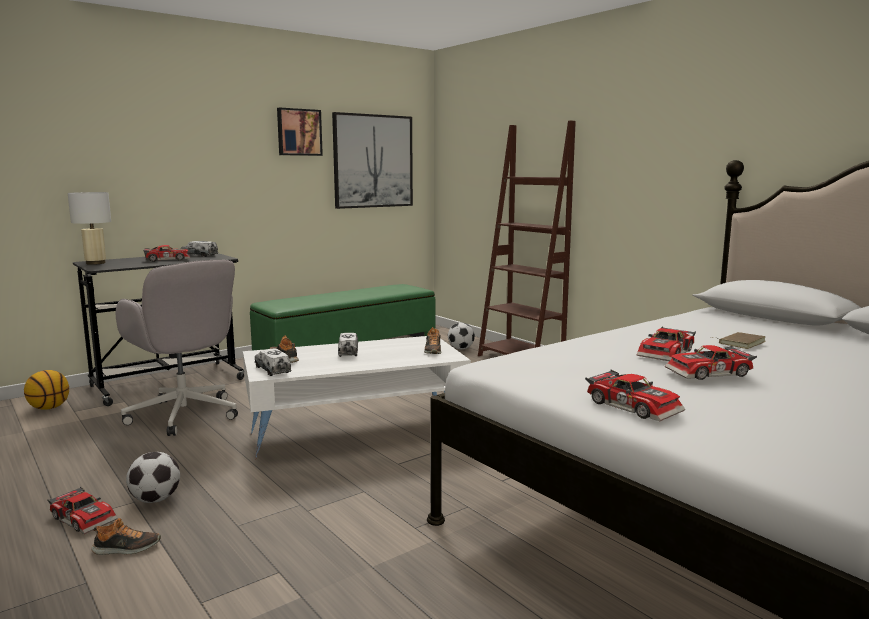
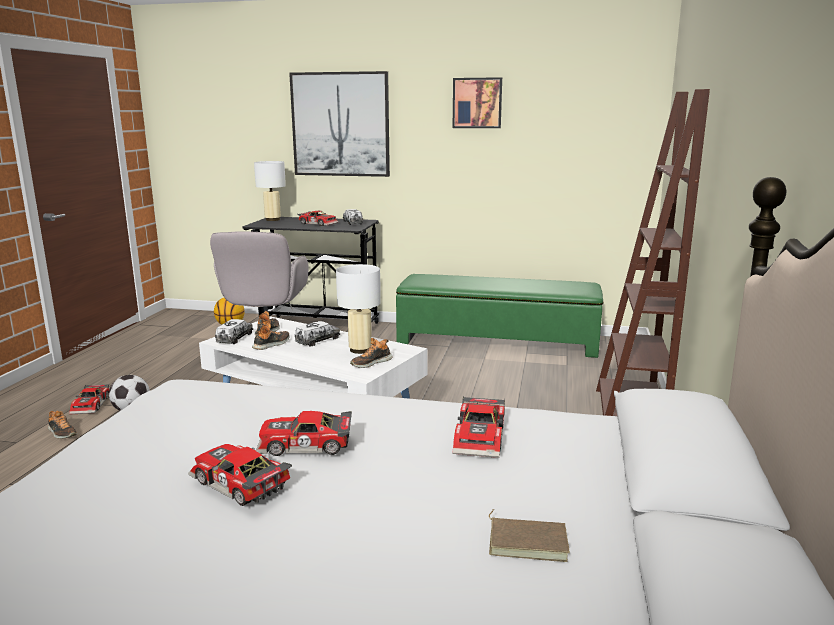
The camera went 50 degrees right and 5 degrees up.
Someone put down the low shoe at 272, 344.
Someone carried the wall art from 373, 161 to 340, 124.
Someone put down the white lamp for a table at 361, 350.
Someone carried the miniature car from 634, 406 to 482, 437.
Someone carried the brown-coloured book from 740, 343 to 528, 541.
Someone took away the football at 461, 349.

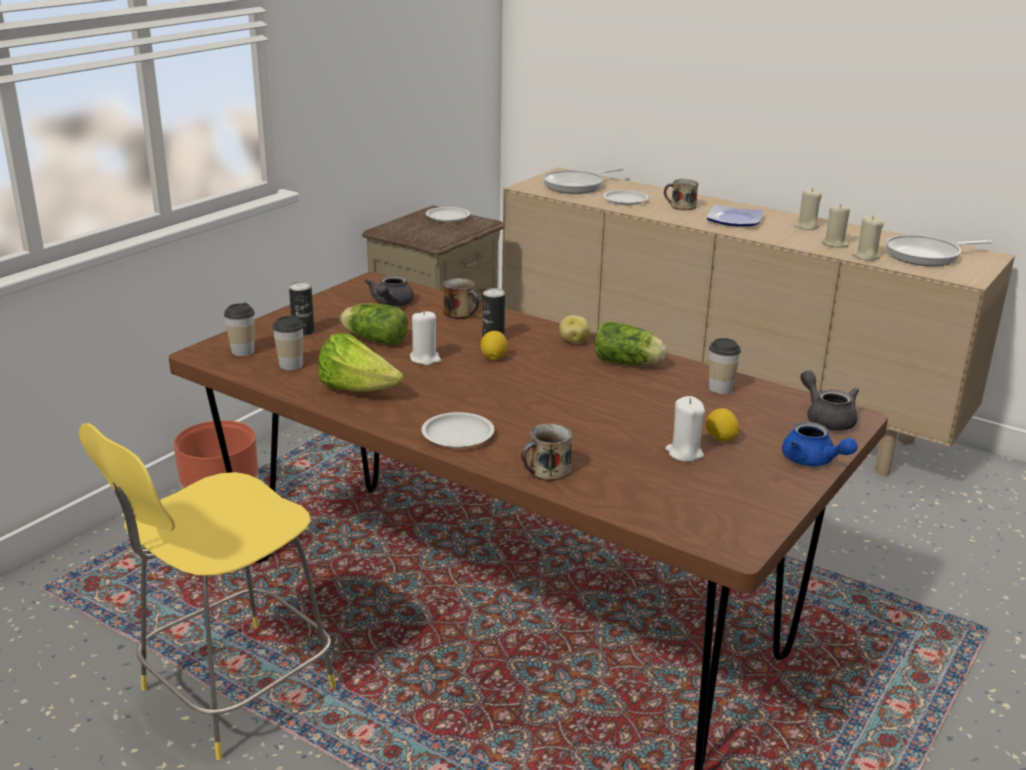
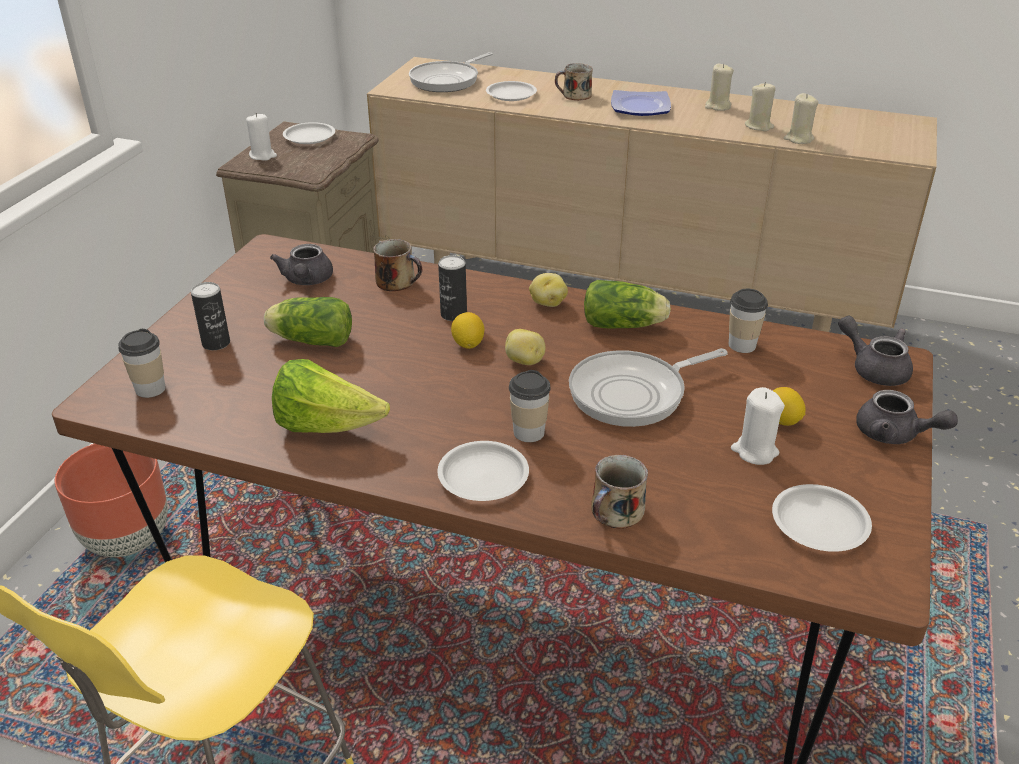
The camera went 15 degrees left and 10 degrees up.
Someone carried the white candle from 425, 359 to 263, 156.
Someone put down the potato at 525, 361.
Someone carried the small cup from 291, 365 to 528, 432.
Someone carried the skillet from 926, 255 to 633, 393.
Someone put down the white flat dish at 818, 523.
Someone repainted the bluish teapot at 813, 461, which became the greyish teapot at 894, 435.

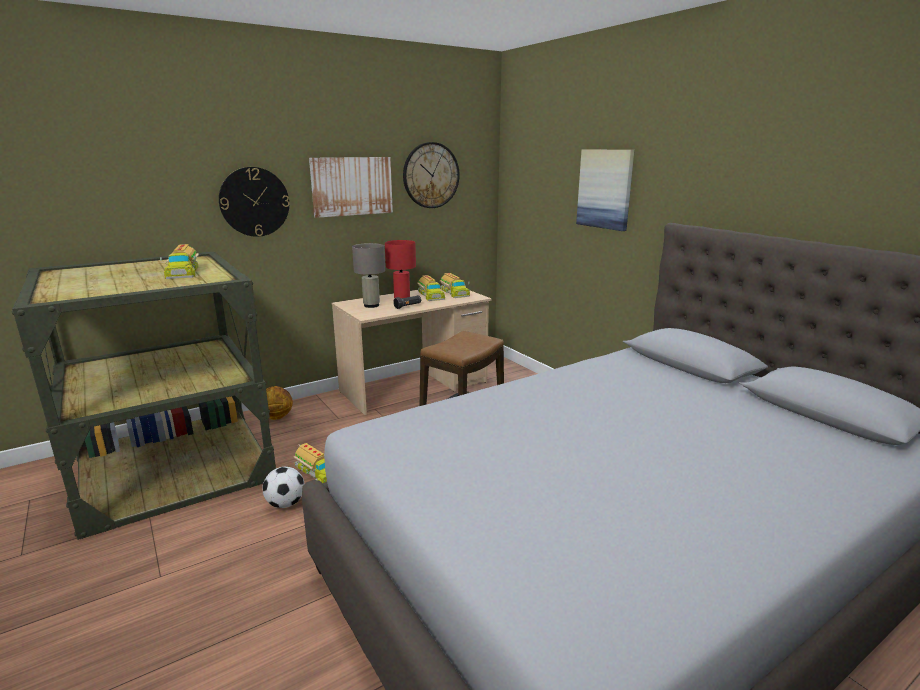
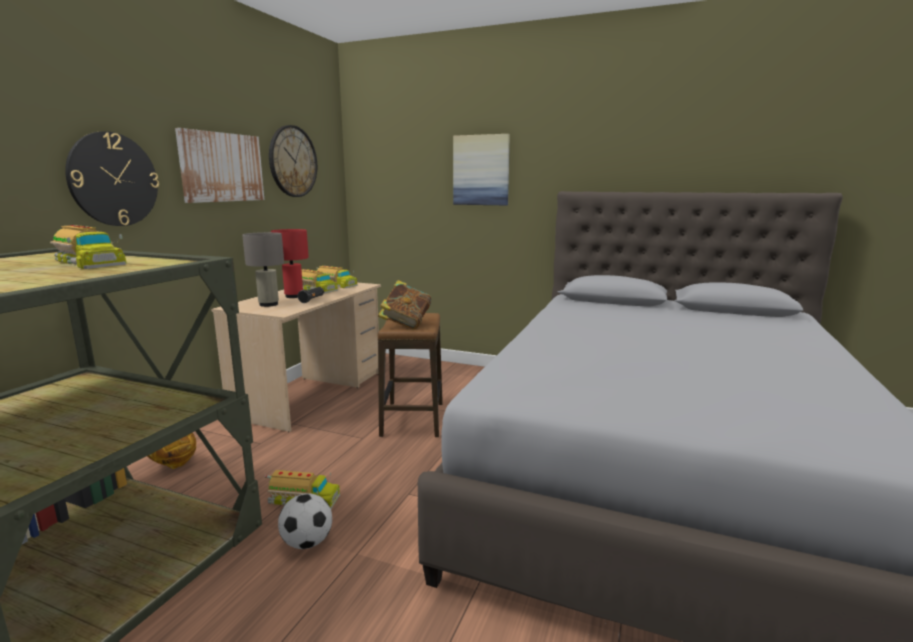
The camera went 35 degrees left and 5 degrees down.
Someone put down the book at 406, 324.

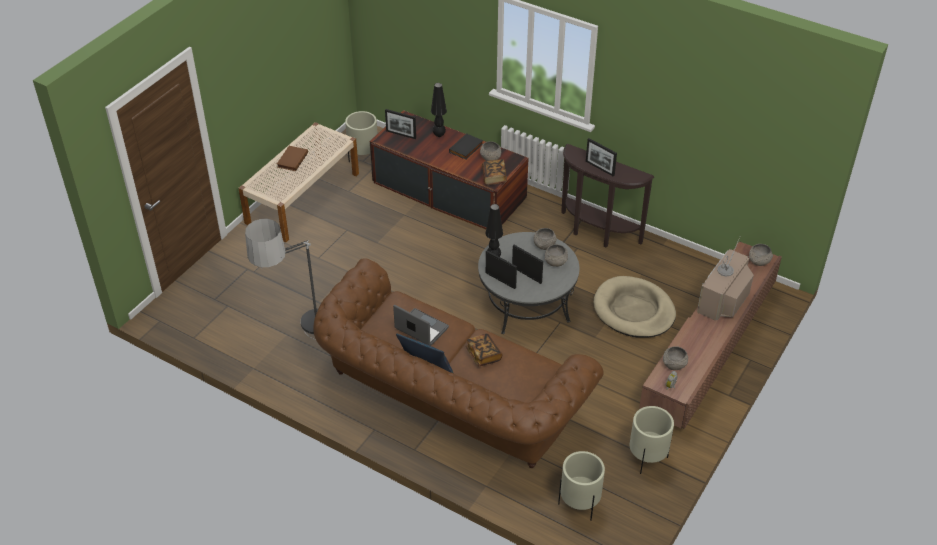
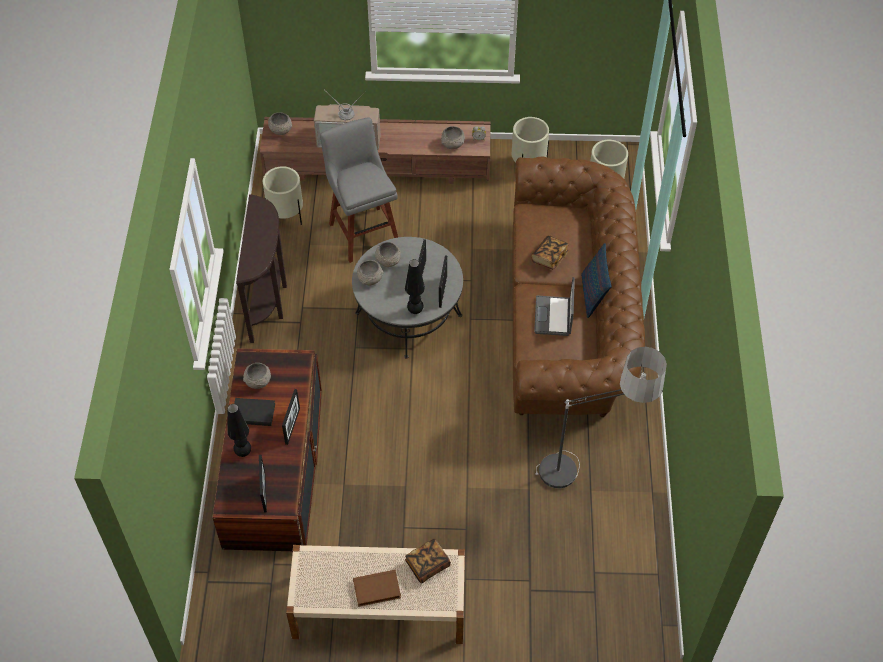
The camera went 120 degrees left and 10 degrees up.
Someone carried the beige-coloured planter from 363, 157 to 286, 216.
Someone carried the standing frame from 600, 168 to 292, 426.
Someone swapped the beige-coloured pet bed at 634, 310 for the greyish sitting stool at 364, 232.
Someone carried the book from 494, 177 to 427, 565.

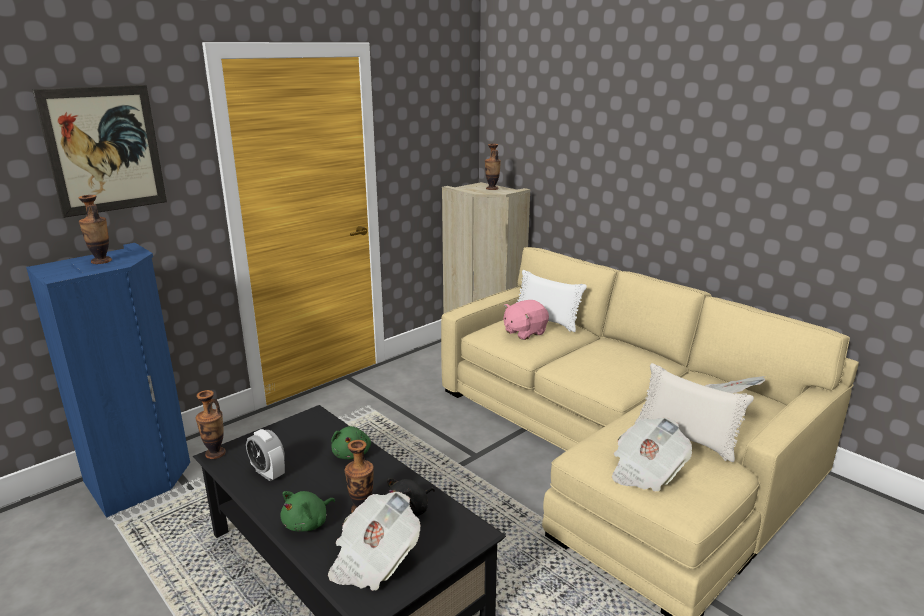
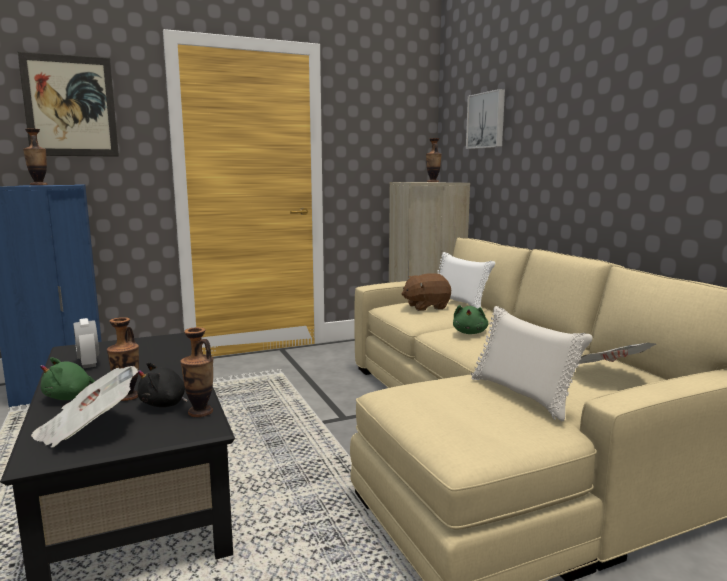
The camera went 20 degrees right and 10 degrees down.
Someone carried the flower vase from 215, 453 to 200, 412.
Someone repainted the pink soft toy at 524, 332, which became the brown-coloured soft toy at 426, 307.
Someone carried the greenish soft toy from 352, 453 to 470, 333.
Someone put up the wall art at 487, 120.
Someone took away the printed paper at 645, 471.

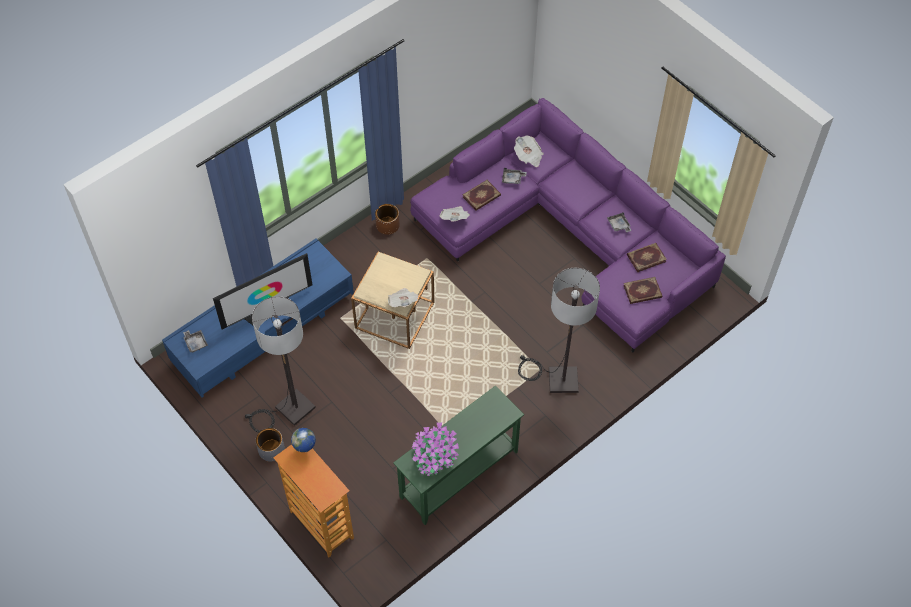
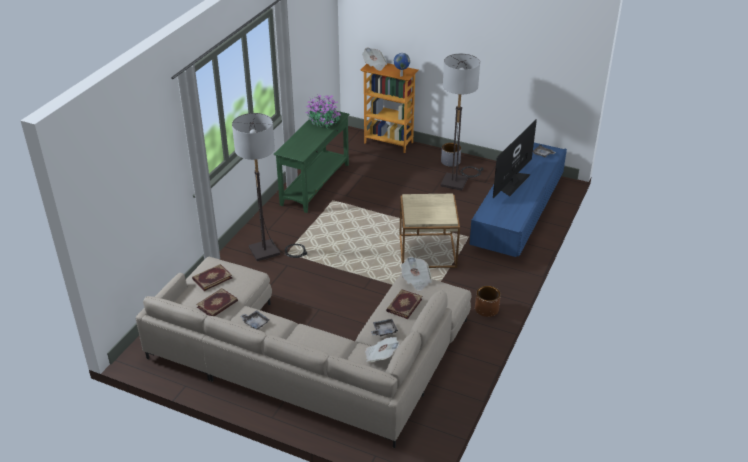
The camera went 155 degrees right and 20 degrees down.
Someone repainted the purple-coloured sofa at 569, 234, which became the beige-coloured sofa at 311, 358.
Someone carried the printed paper from 403, 302 to 374, 65.

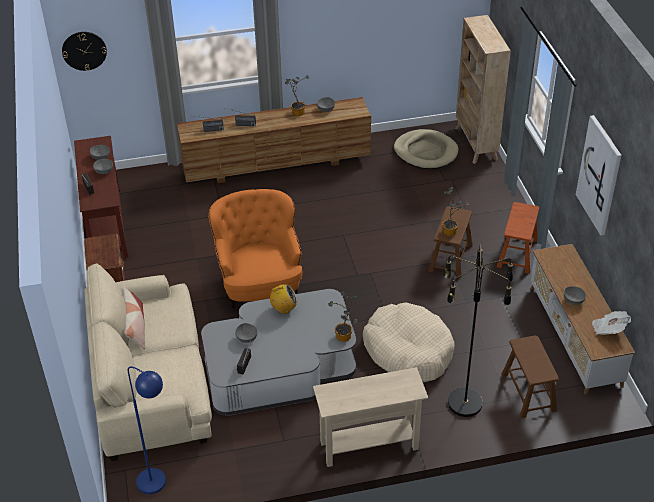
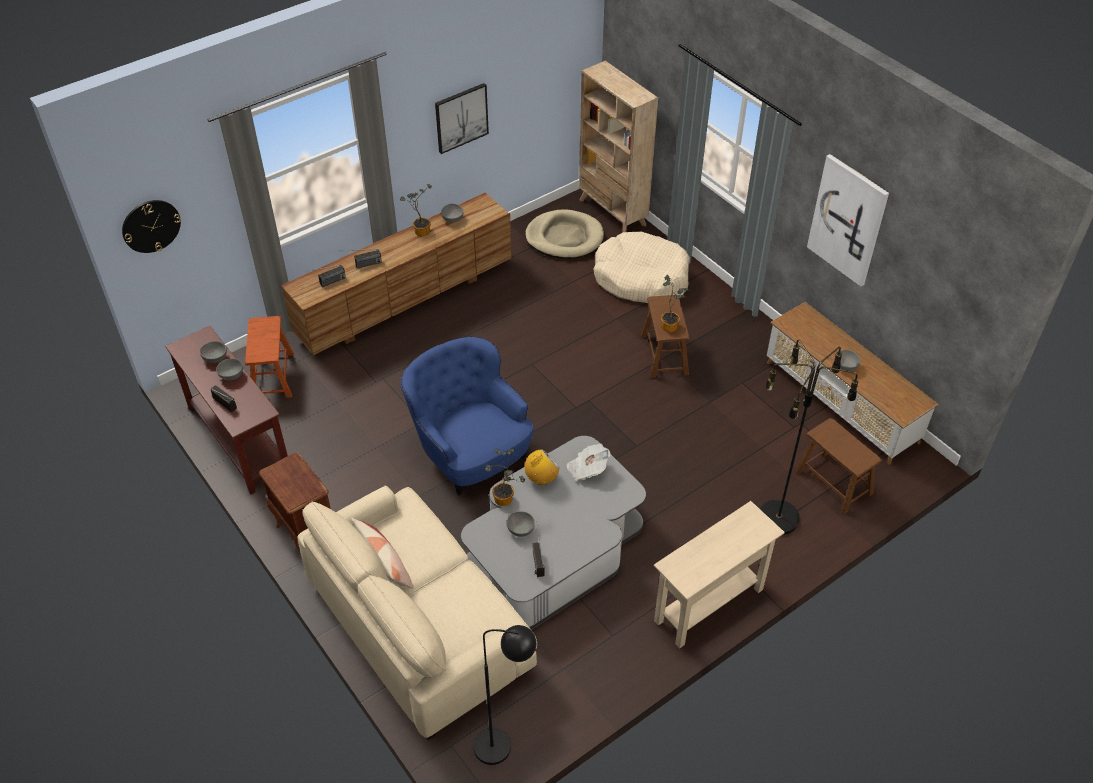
The camera went 25 degrees left and 5 degrees up.
Someone carried the brown-coloured sitting stool from 517, 253 to 273, 376.
Someone repainted the orange lounge chair at 259, 282, which became the bluish lounge chair at 470, 452.
Someone put up the wall art at 461, 117.
Someone repainted the bluish standard lamp at 158, 486, which became the blackish standard lamp at 504, 749.
Someone carried the plant in a pot from 344, 338 to 505, 500.
Someone carried the printed paper from 608, 329 to 587, 469.
Someone carried the beige-coloured pet bed from 408, 350 to 641, 278.

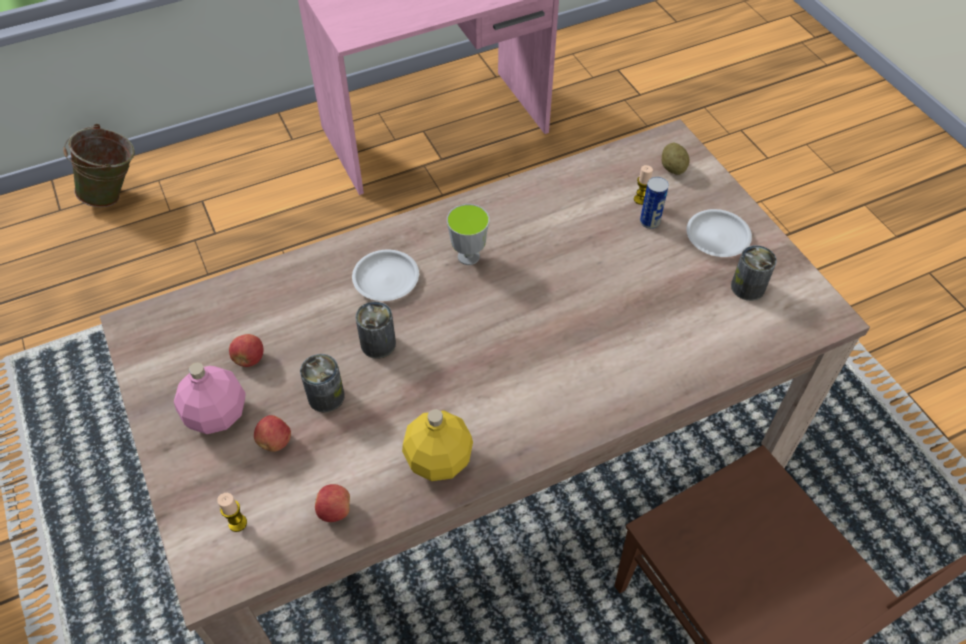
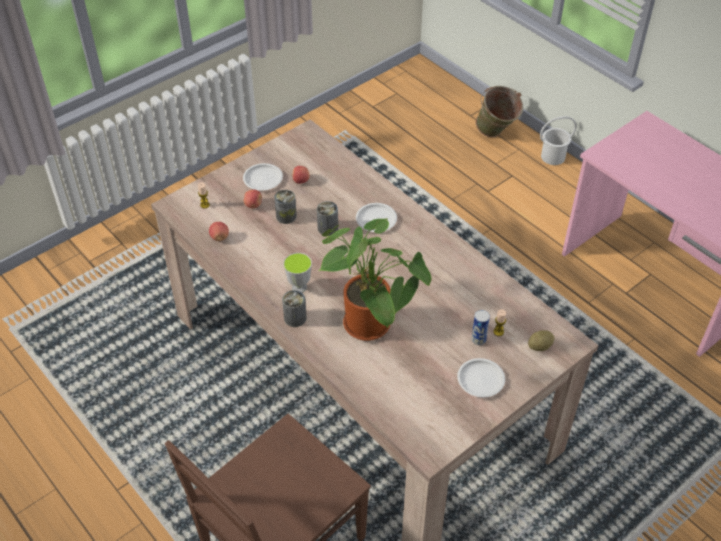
The camera went 75 degrees right and 5 degrees down.
Someone swapped the pink bottle at 218, 415 for the white flat dish at 263, 179.
Someone carried the can from 747, 287 to 295, 318.
Someone carried the small cup from 468, 256 to 299, 287.
Someone put down the plant in a pot at 372, 327.
Someone put down the white pail at 553, 157.
Someone took away the yellow-coloured bottle at 438, 458.

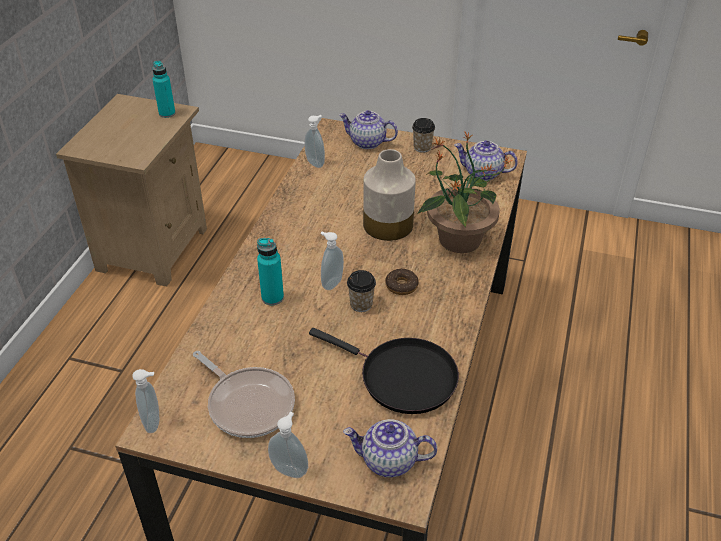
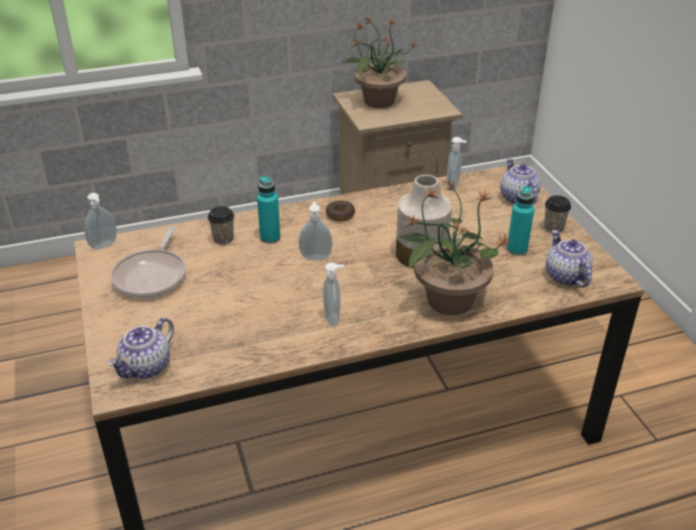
The camera went 55 degrees right and 5 degrees down.
Someone rotated the teapot at 388, 461 by 120 degrees counterclockwise.
Someone carried the small cup from 361, 304 to 223, 239.
Someone carried the liquid soap bottle from 290, 469 to 333, 318.
Someone carried the doughnut from 401, 286 to 340, 215.
Someone put down the plant in a pot at 378, 101.
Someone carried the turquoise bottle from 167, 113 to 517, 249.
Someone took away the blackish skillet at 402, 377.

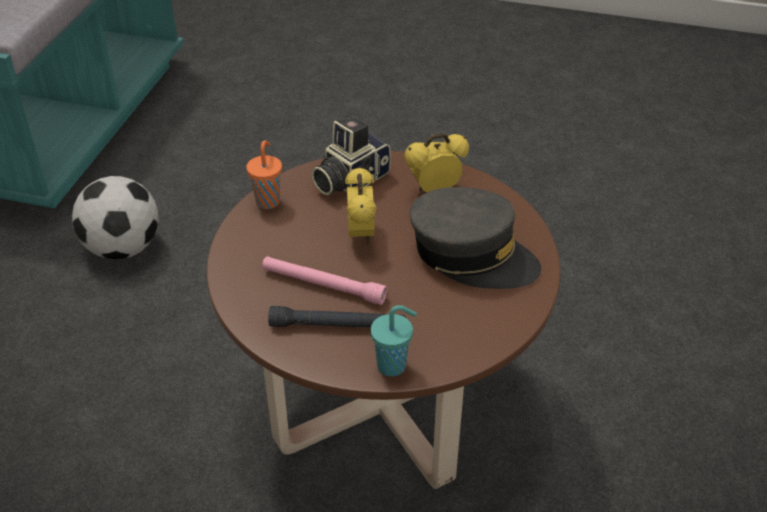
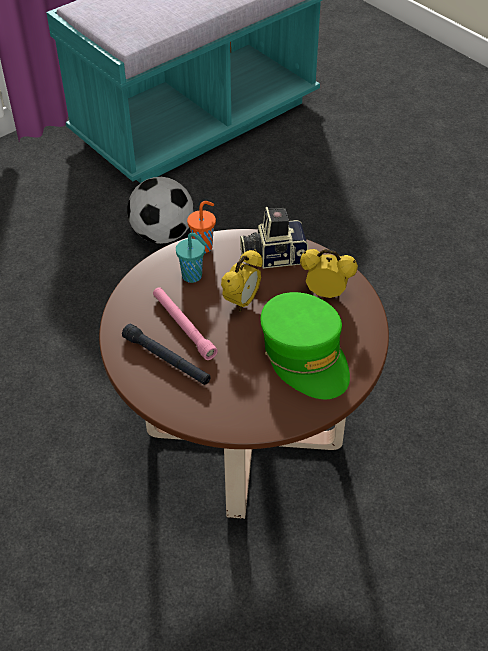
The camera went 35 degrees right and 5 degrees up.
Someone carried the turquoise small cup from 393, 365 to 193, 276.
Someone repainted the greyish peaked cap at 472, 254, which became the greenish peaked cap at 305, 356.

